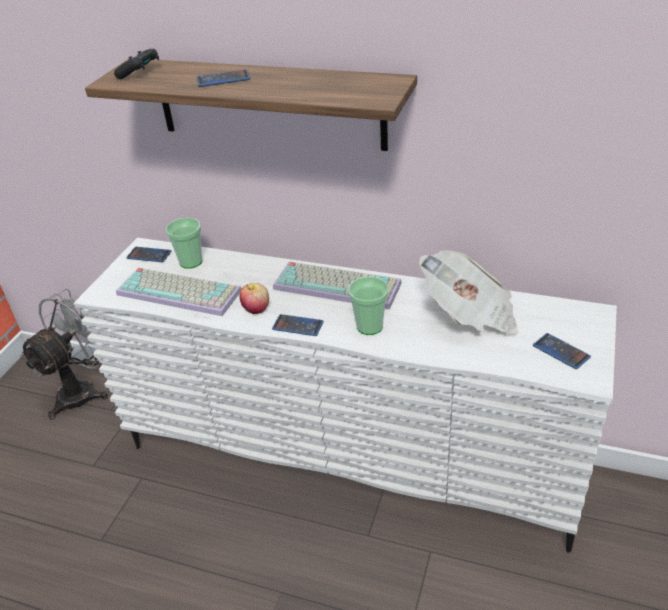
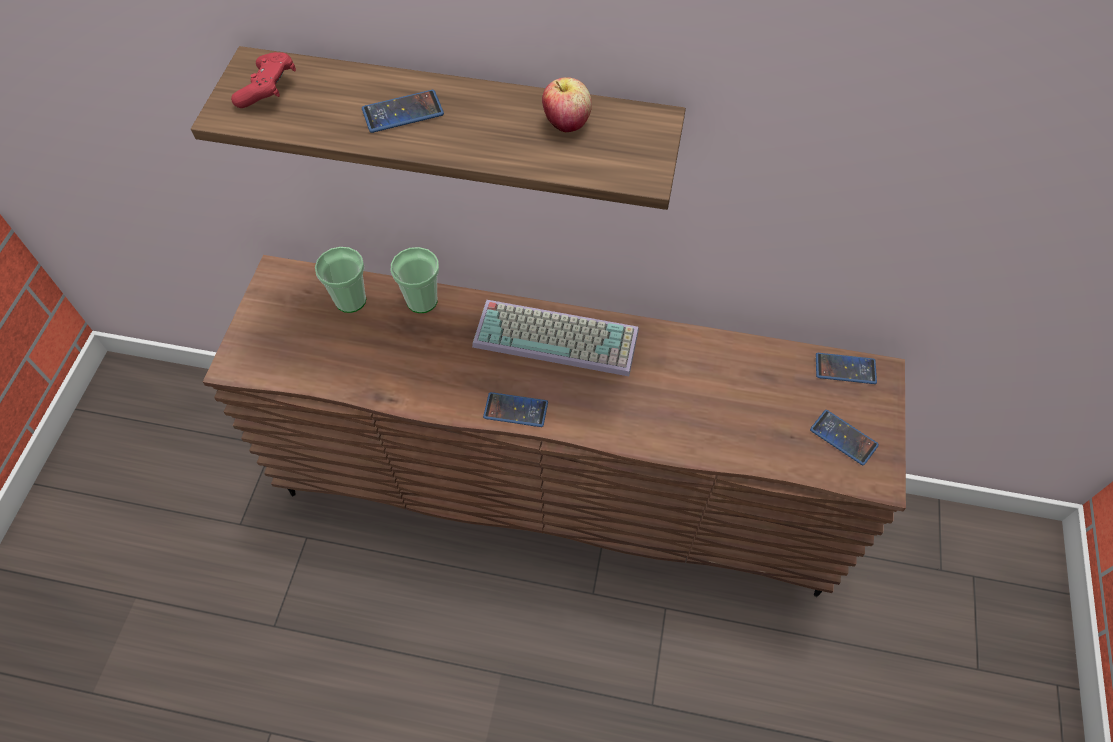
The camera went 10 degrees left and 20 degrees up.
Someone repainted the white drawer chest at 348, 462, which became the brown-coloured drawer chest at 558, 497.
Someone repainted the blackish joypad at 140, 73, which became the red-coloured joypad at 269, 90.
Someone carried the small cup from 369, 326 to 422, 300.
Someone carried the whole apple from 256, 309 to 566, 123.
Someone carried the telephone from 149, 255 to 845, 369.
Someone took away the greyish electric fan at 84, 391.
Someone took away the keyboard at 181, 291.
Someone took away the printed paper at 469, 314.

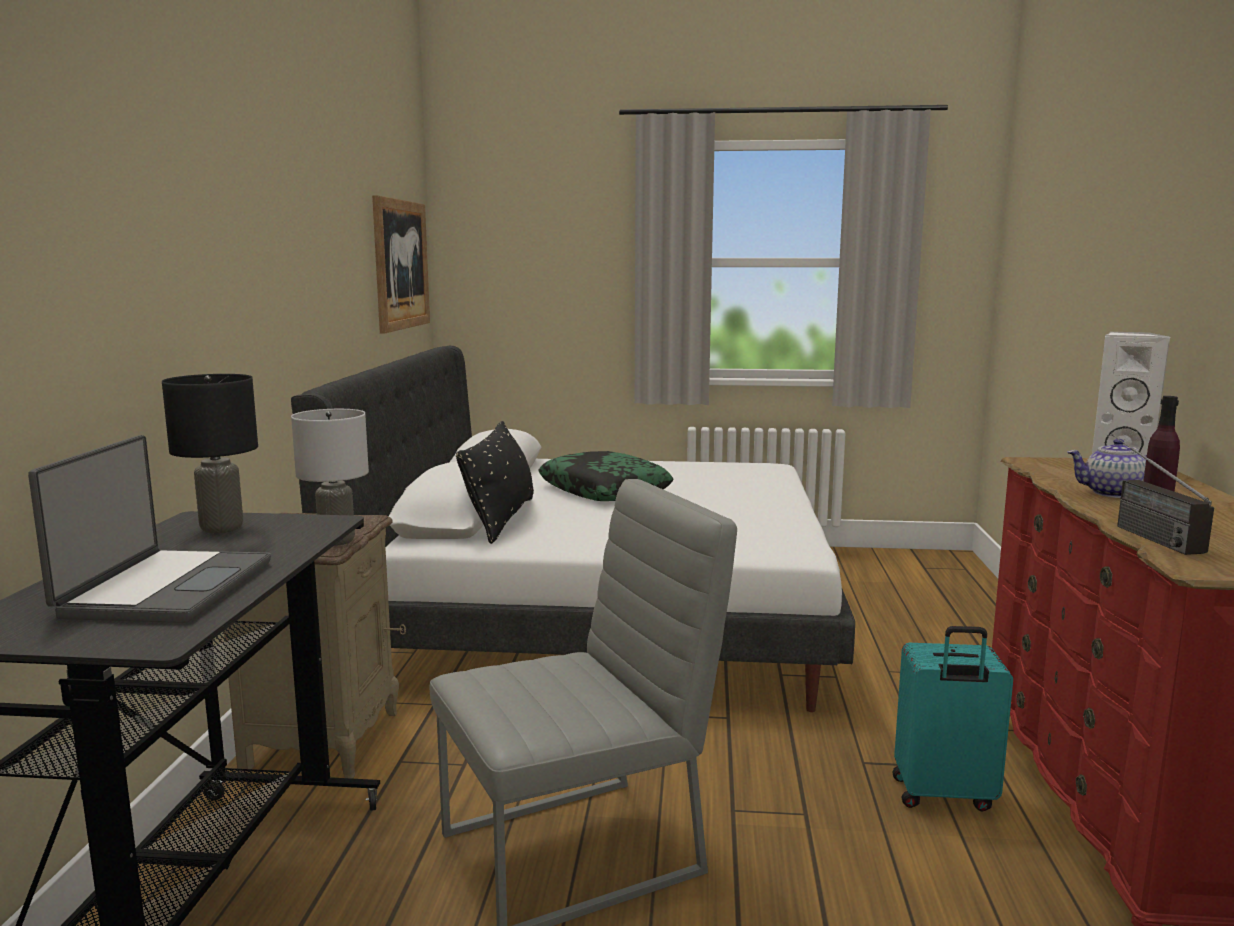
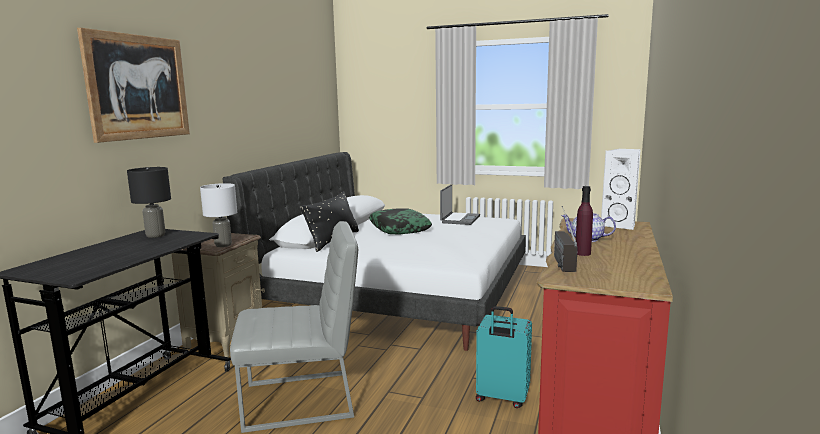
The camera went 15 degrees right and 0 degrees up.
Someone carried the wall art from 401, 264 to 138, 87.
Someone carried the portable computer from 165, 588 to 459, 219.

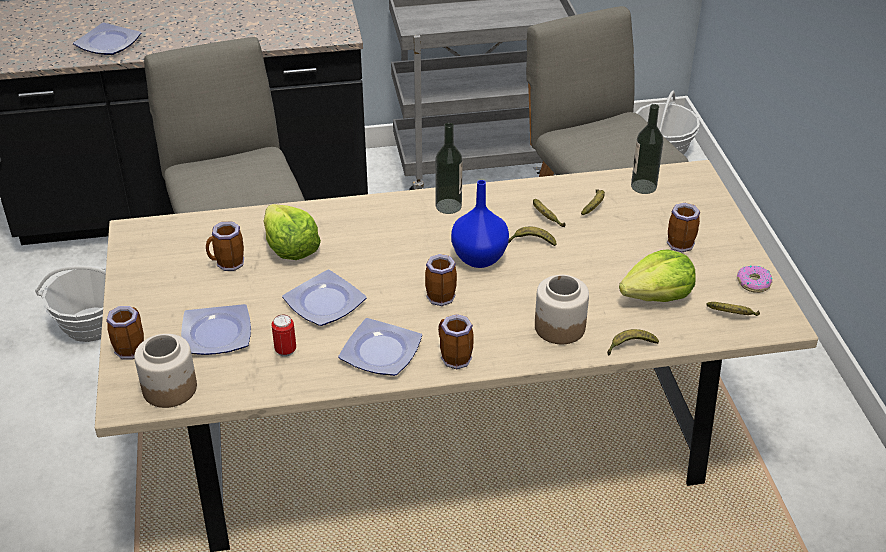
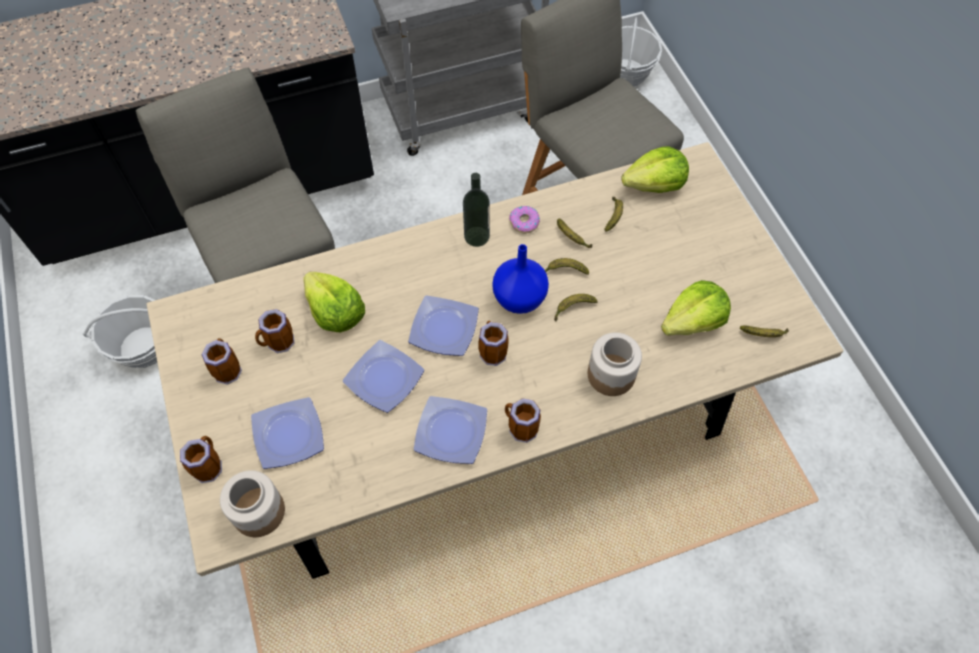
The camera went 10 degrees left and 20 degrees up.
Someone carried the coffee mug from 679, 242 to 226, 370.
Someone carried the flat dish from 108, 44 to 445, 330.
Someone carried the doughnut from 753, 283 to 524, 222.
Someone carried the banana fruit from 630, 346 to 573, 308.
Someone swapped the bottle at 643, 186 for the lettuce head at 655, 185.
Someone took away the can at 285, 350.

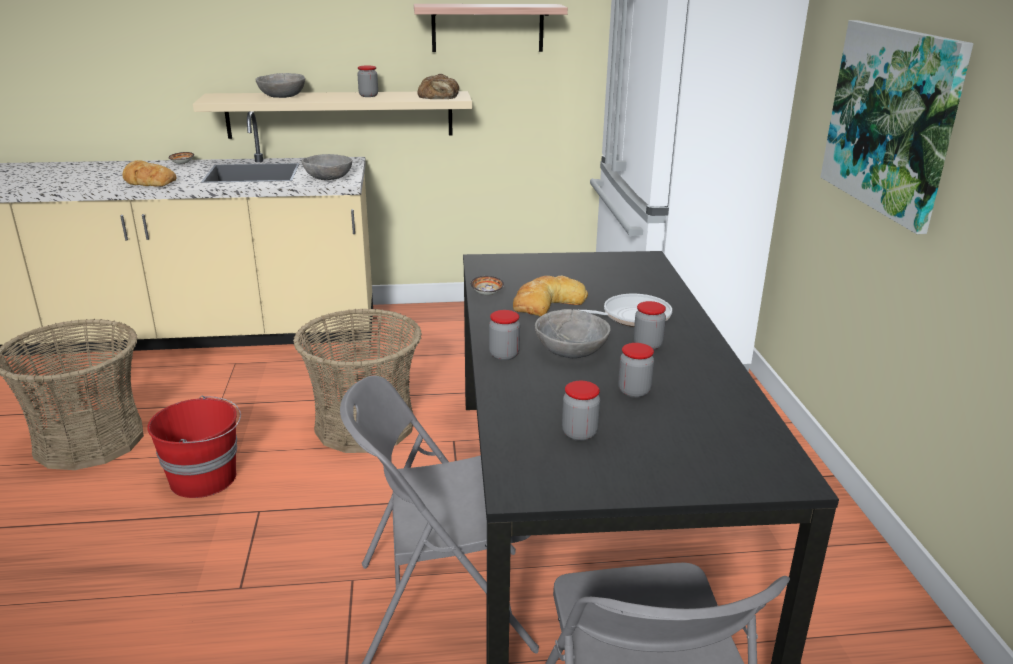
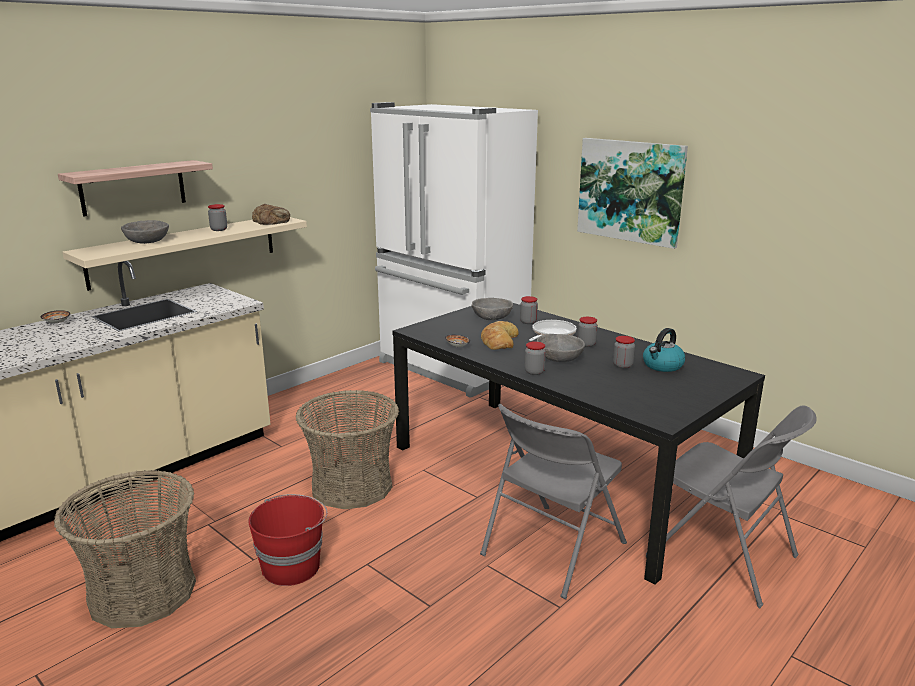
The camera went 40 degrees left and 5 degrees down.
Someone carried the shelf from 487, 28 to 133, 187.
Someone carried the greyish bowl from 328, 178 to 491, 318.
Someone carried the jar from 579, 433 to 528, 322.
Someone put down the water kettle at 662, 366.
Someone took away the bakery bread at 148, 181.

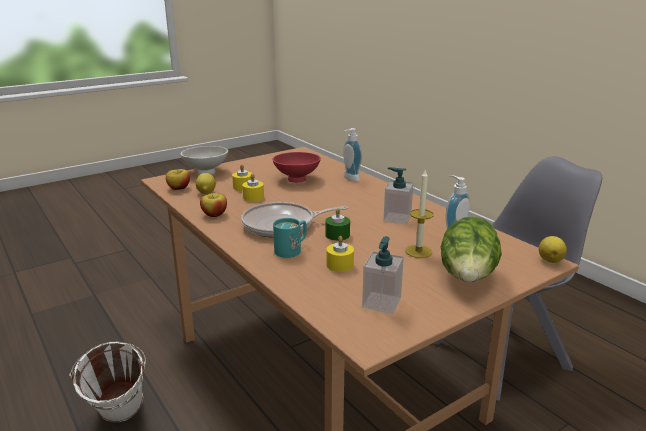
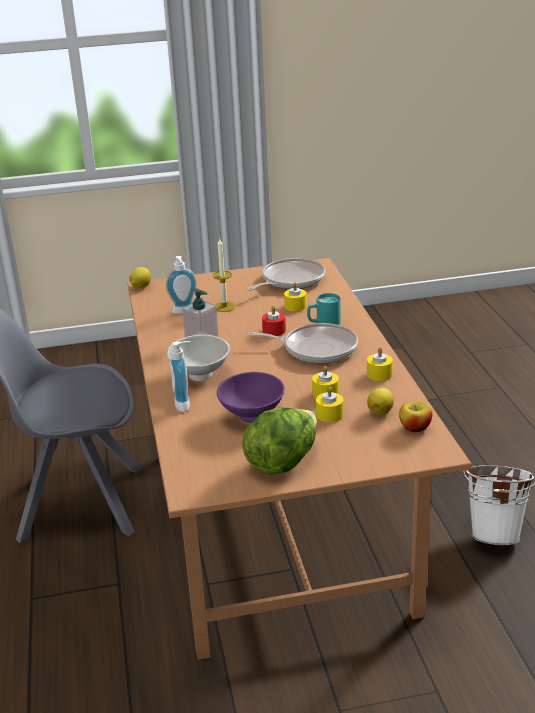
The camera went 155 degrees left and 5 degrees up.
Someone carried the white bowl from 205, 172 to 202, 375.
Someone repainted the red-coloured bowl at 295, 179, which became the purple-coloured bowl at 254, 416.
Someone carried the lettuce head from 467, 279 to 283, 462.
Someone swapped the liquid soap bottle at 381, 303 for the skillet at 290, 280.
Someone repainted the greenish candle at 337, 235, which became the red-coloured candle at 274, 330.
Someone swapped the whole apple at 214, 214 for the yellow-coloured candle at 379, 374.

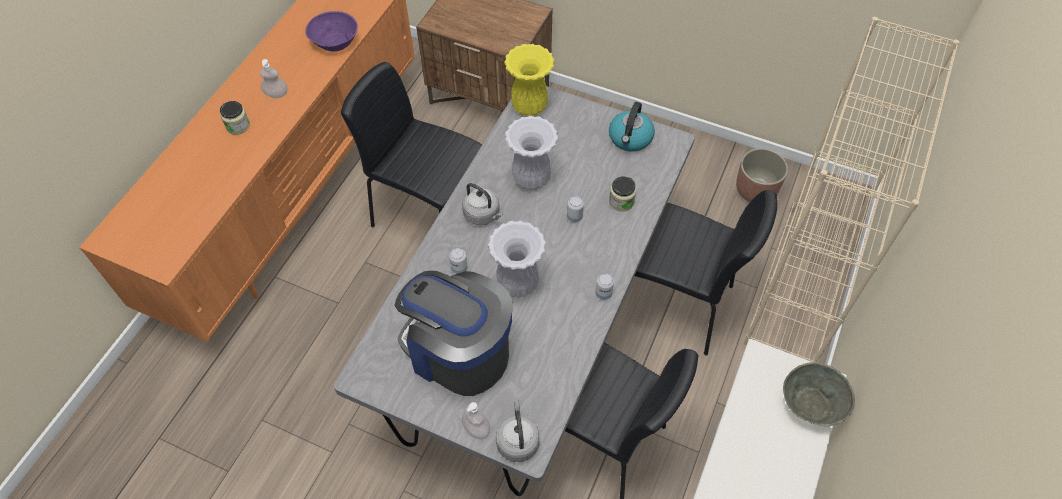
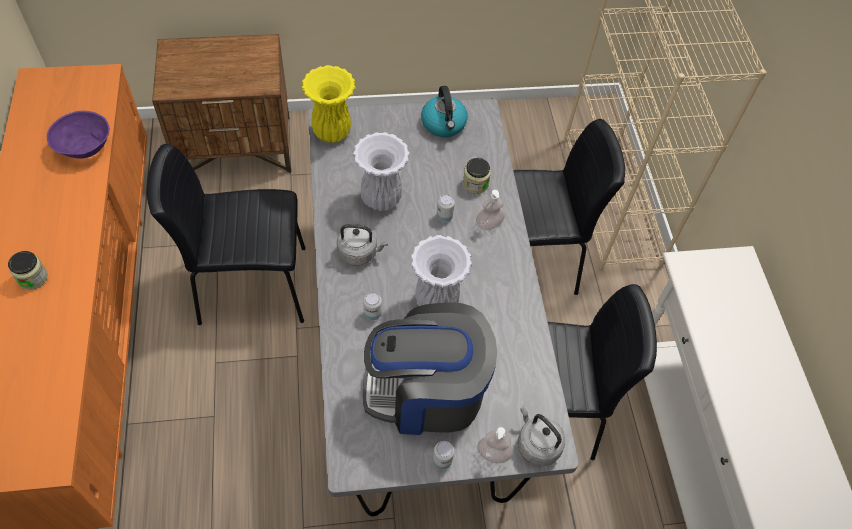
The camera went 35 degrees left and 0 degrees up.
Someone carried the can from 603, 293 to 442, 460.
Someone carried the liquid soap bottle from 276, 94 to 489, 224.
Someone took away the planter at 755, 190.
Someone took away the greyish bowl at 812, 405.

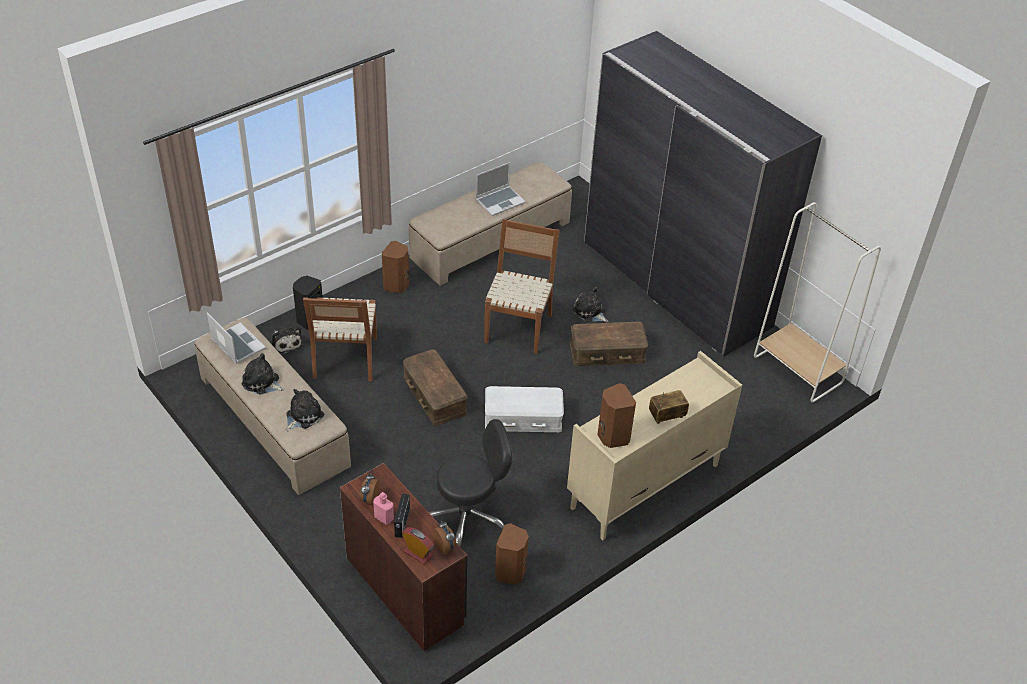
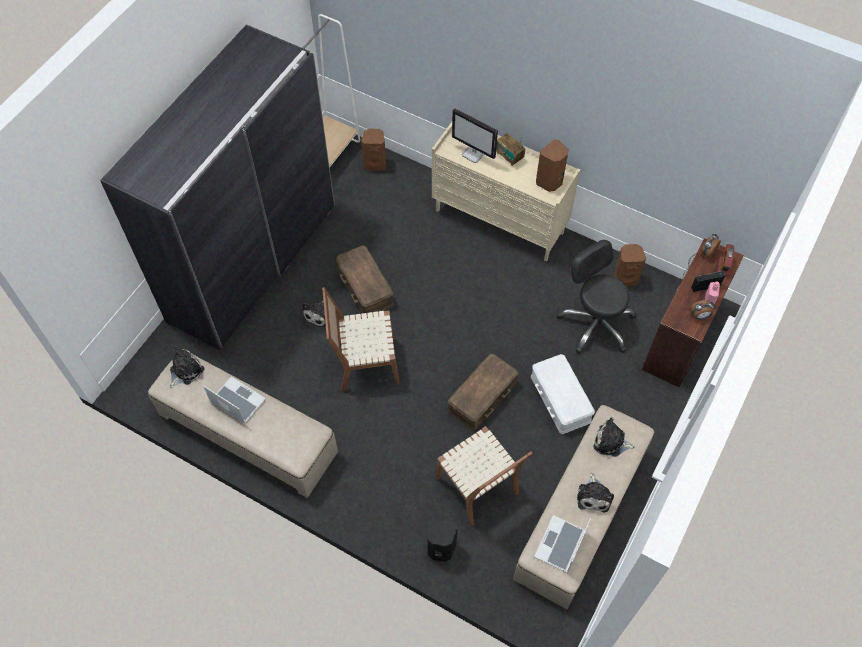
The camera went 110 degrees left and 15 degrees up.
Someone carried the soft toy from 285, 343 to 185, 371.
Someone carried the brown-coloured loudspeaker from 397, 285 to 375, 163.
Someone rotated the chair at 345, 361 by 75 degrees clockwise.
Someone put down the computer screen at 474, 154.
Someone carried the white storage container from 523, 418 to 561, 398.

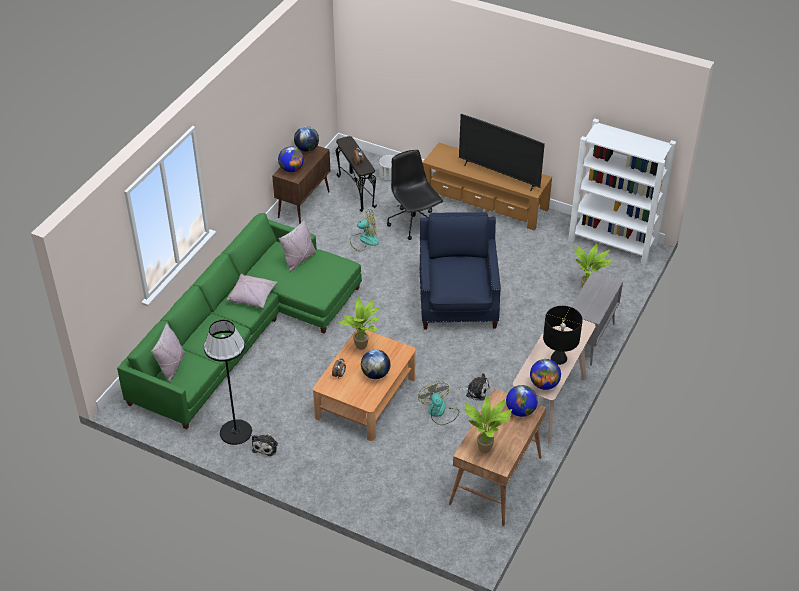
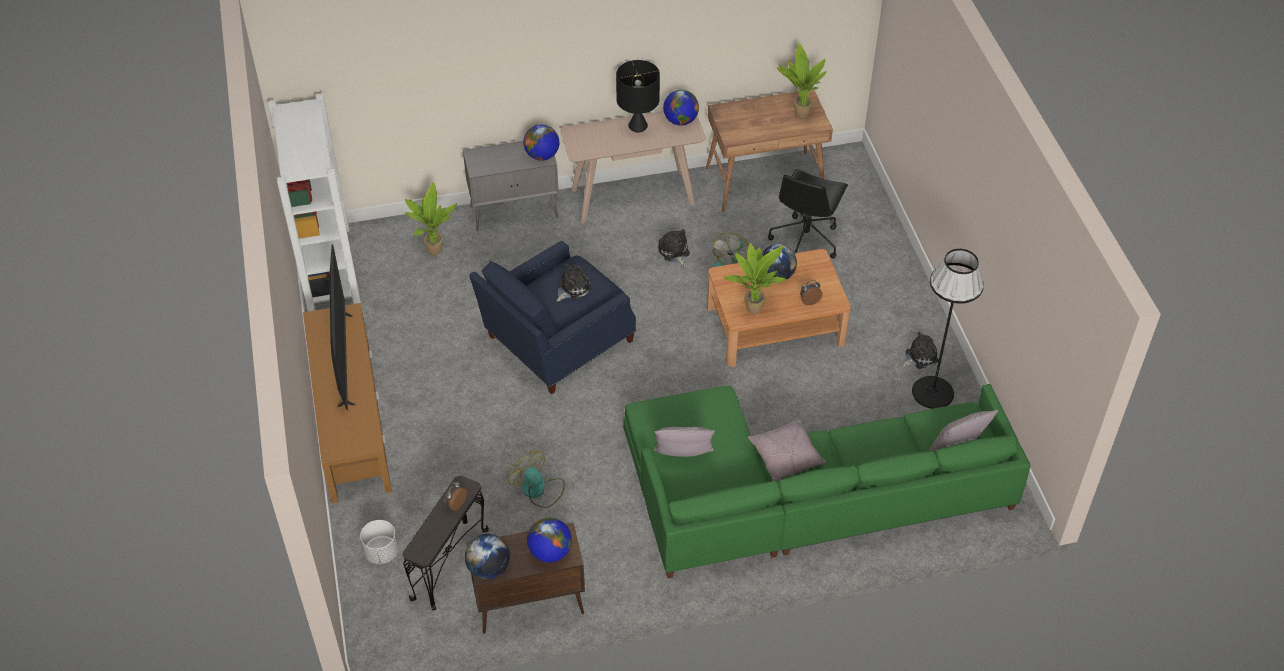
The camera went 130 degrees left and 5 degrees up.
Someone carried the globe from 520, 411 to 542, 155.
Someone put down the soft toy at 572, 288.
Someone carried the blackish computer chair from 414, 225 to 806, 239.

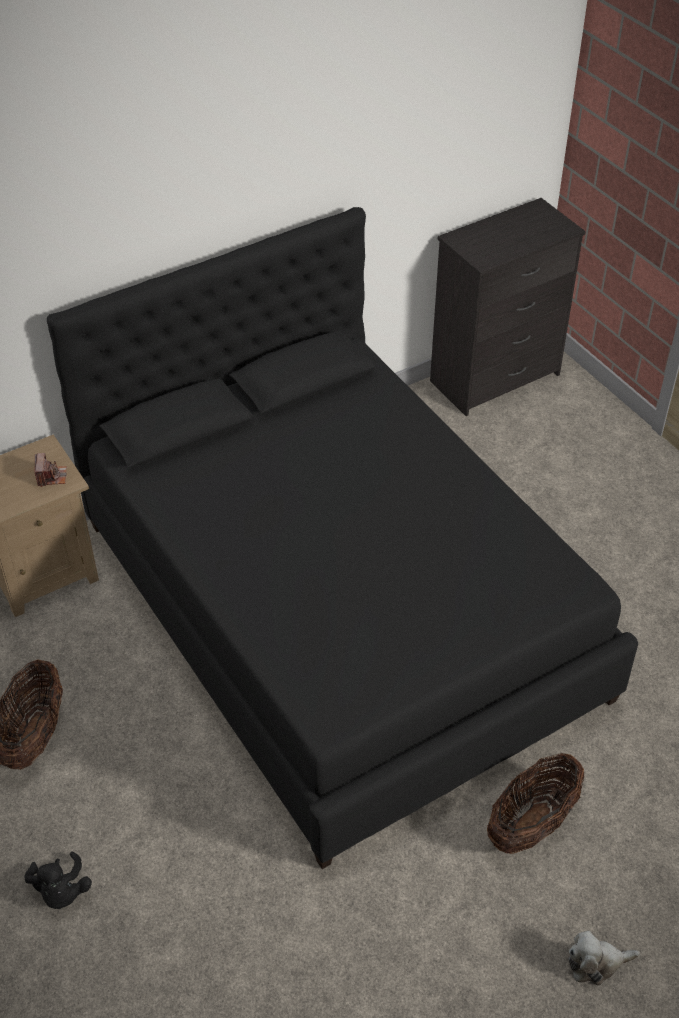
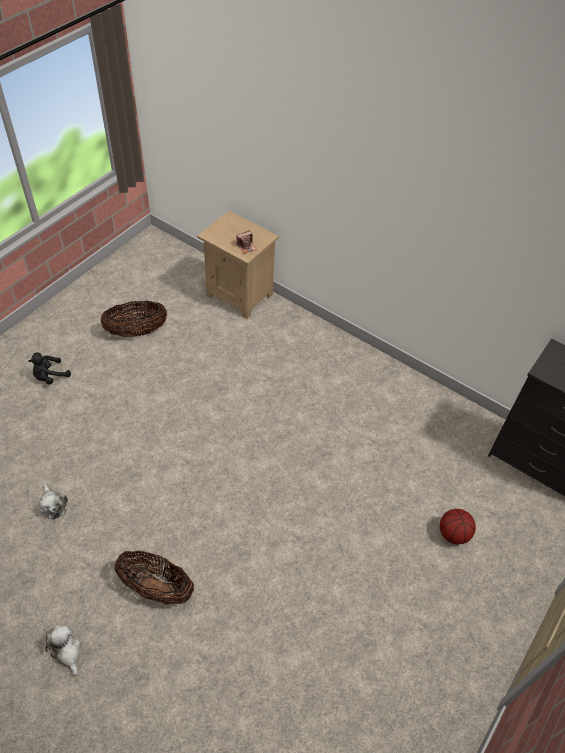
The camera went 65 degrees right and 5 degrees up.
Someone put down the soft toy at 53, 505.
Someone put down the basketball at 453, 534.
Someone took away the blackish sleeping bed at 339, 607.

